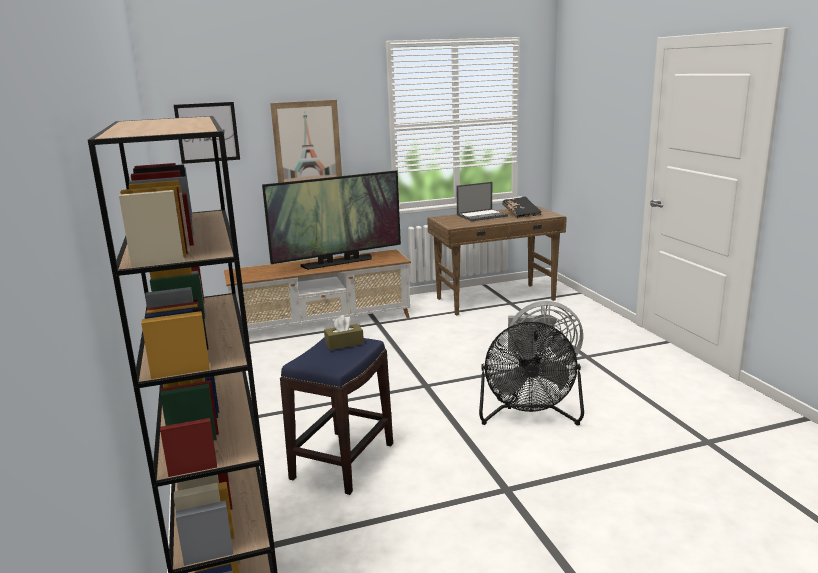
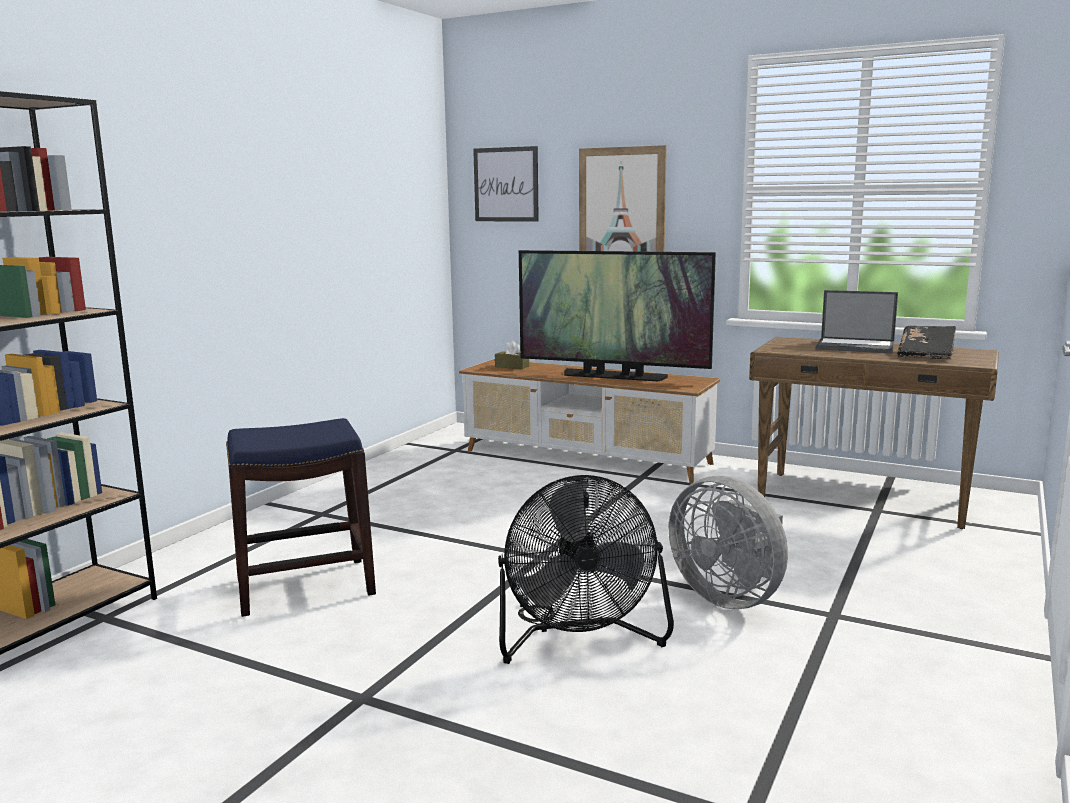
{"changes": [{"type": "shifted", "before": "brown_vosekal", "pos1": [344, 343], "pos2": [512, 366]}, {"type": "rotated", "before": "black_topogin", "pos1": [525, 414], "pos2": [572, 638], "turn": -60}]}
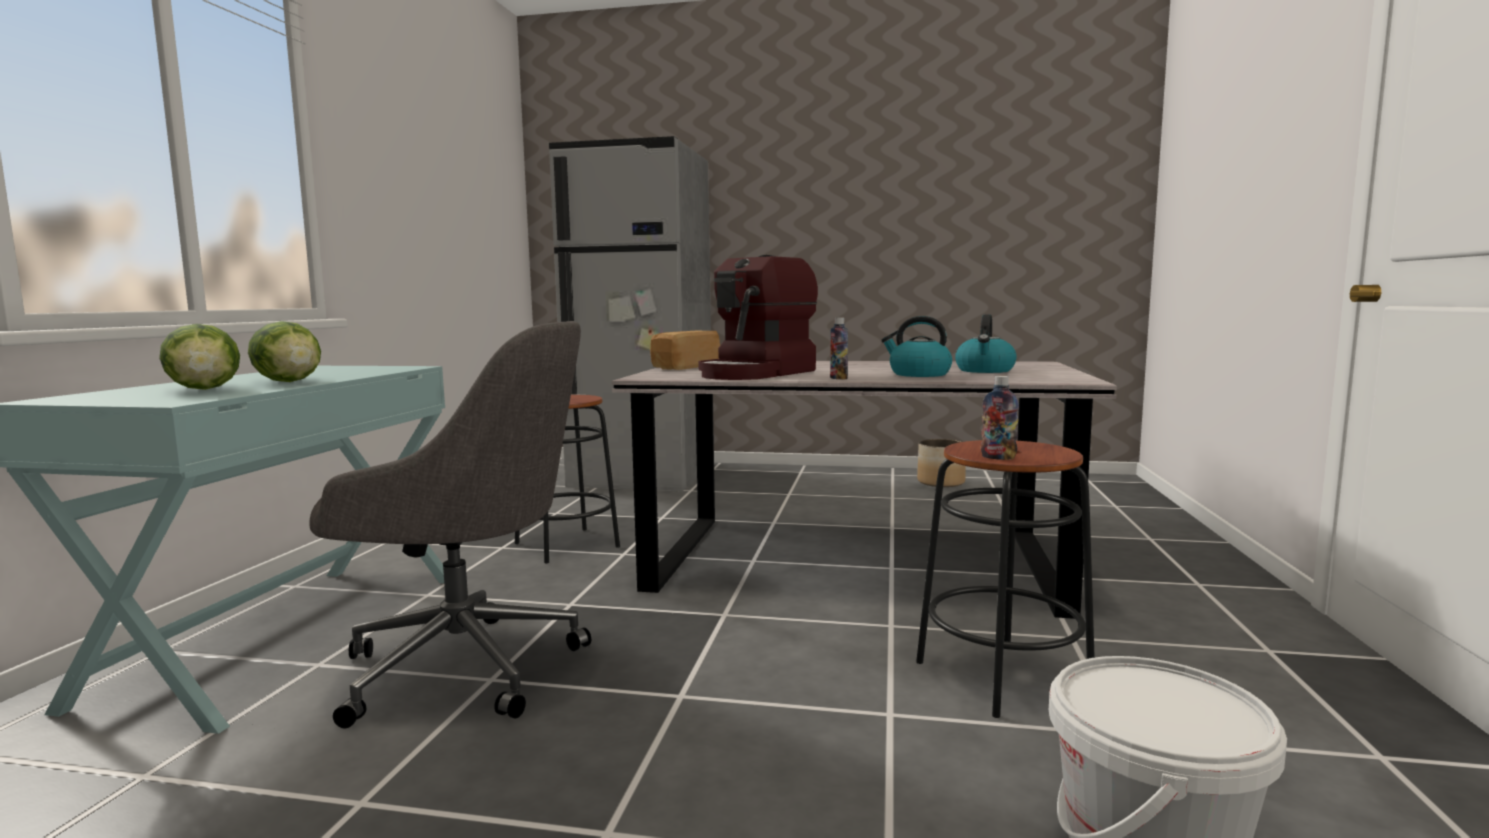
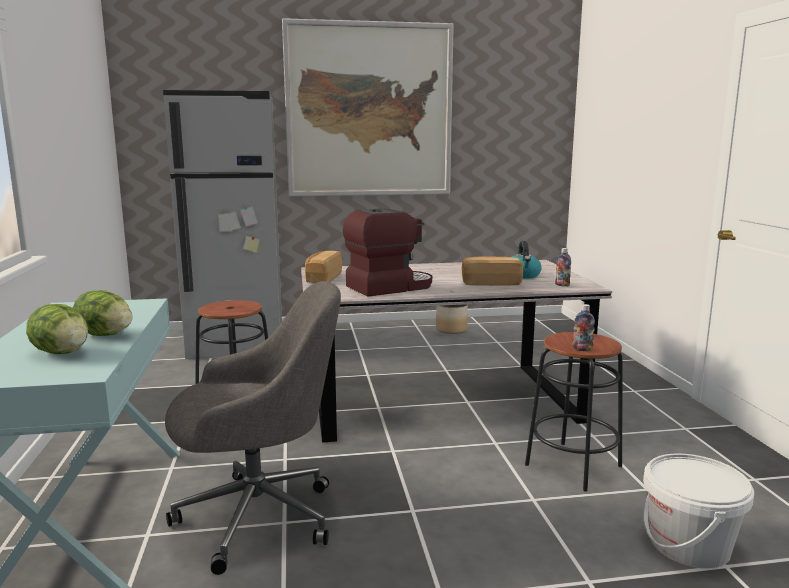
{"changes": [{"type": "rotated", "before": "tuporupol", "pos1": [757, 373], "pos2": [389, 287], "turn": -135}, {"type": "shifted", "before": "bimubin", "pos1": [838, 378], "pos2": [562, 285]}, {"type": "swapped", "before": "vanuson", "after": "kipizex", "pos1": [918, 374], "pos2": [491, 283]}, {"type": "new", "after": "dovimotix", "pos2": [369, 111]}]}
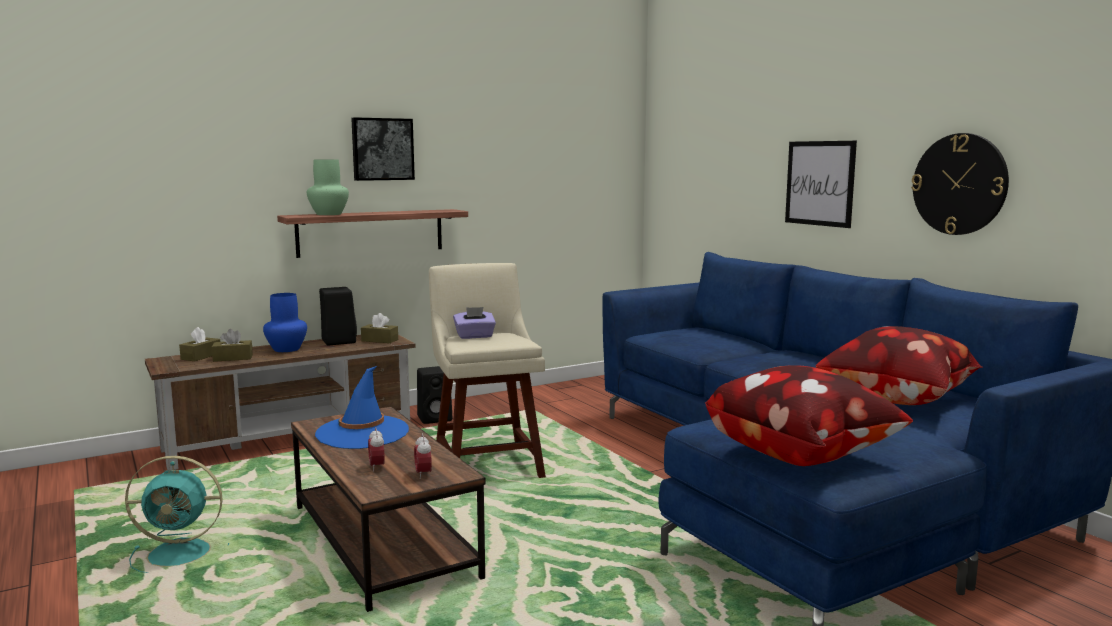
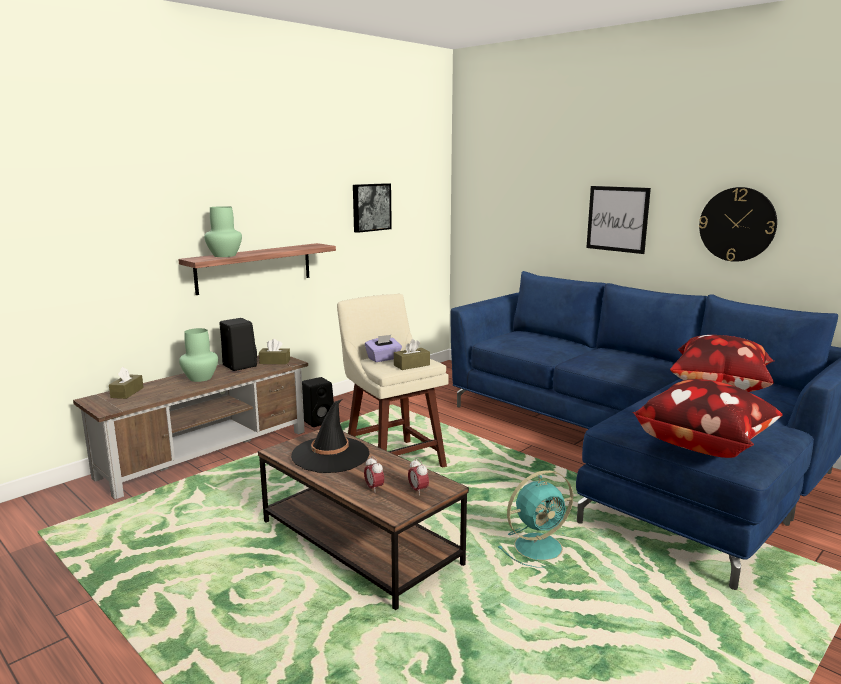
{"changes": [{"type": "shifted", "before": "turquoise_topogin", "pos1": [182, 553], "pos2": [540, 546]}, {"type": "shifted", "before": "brown_vosekal", "pos1": [233, 358], "pos2": [411, 365]}, {"type": "repainted", "before": "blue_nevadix", "after": "green_nevadix", "pos1": [286, 349], "pos2": [200, 378]}, {"type": "repainted", "before": "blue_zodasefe", "after": "black_zodasefe", "pos1": [362, 433], "pos2": [330, 455]}, {"type": "shifted", "before": "dovimotix", "pos1": [382, 149], "pos2": [370, 207]}]}
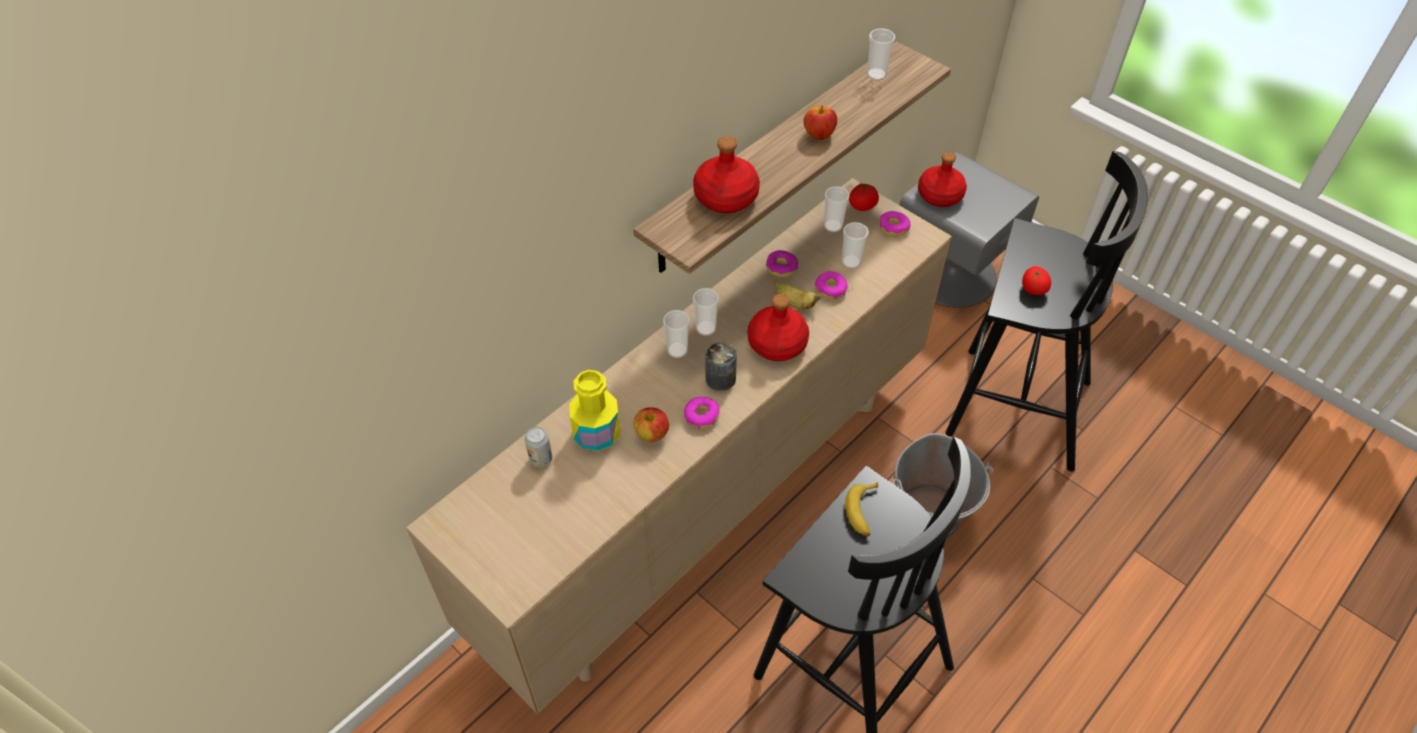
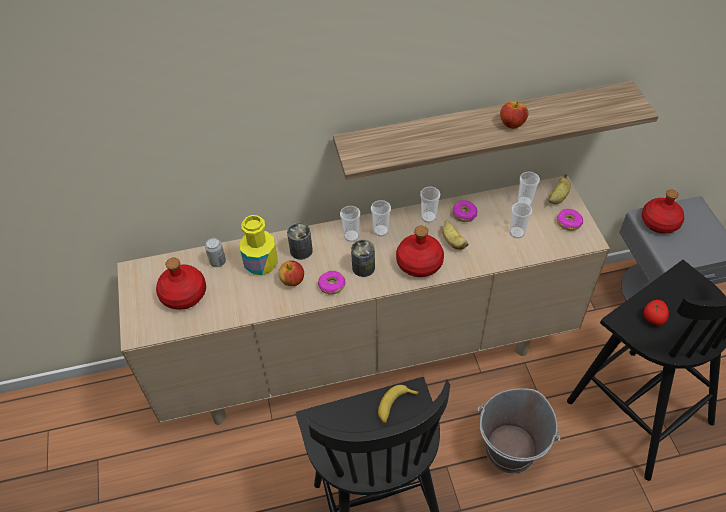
{"changes": [{"type": "shifted", "before": "red_bimubin", "pos1": [726, 197], "pos2": [183, 295]}, {"type": "gone", "before": "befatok", "pos1": [830, 289]}, {"type": "swapped", "before": "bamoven", "after": "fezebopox", "pos1": [862, 206], "pos2": [558, 197]}, {"type": "shifted", "before": "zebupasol", "pos1": [876, 75], "pos2": [428, 217]}, {"type": "new", "after": "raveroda", "pos2": [301, 250]}]}
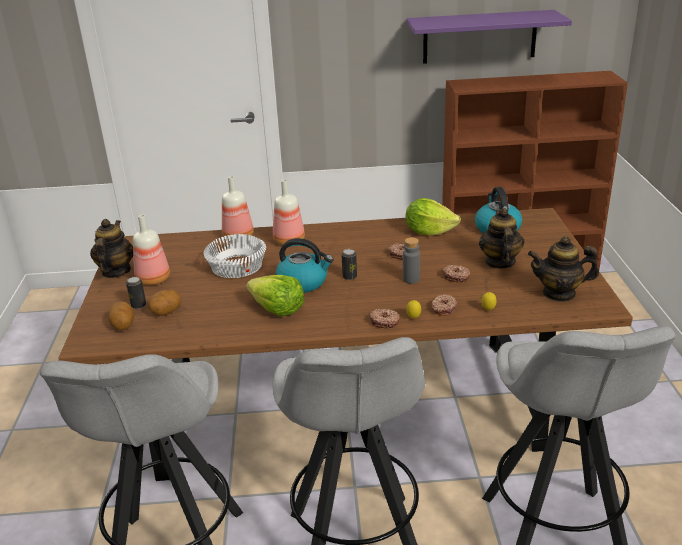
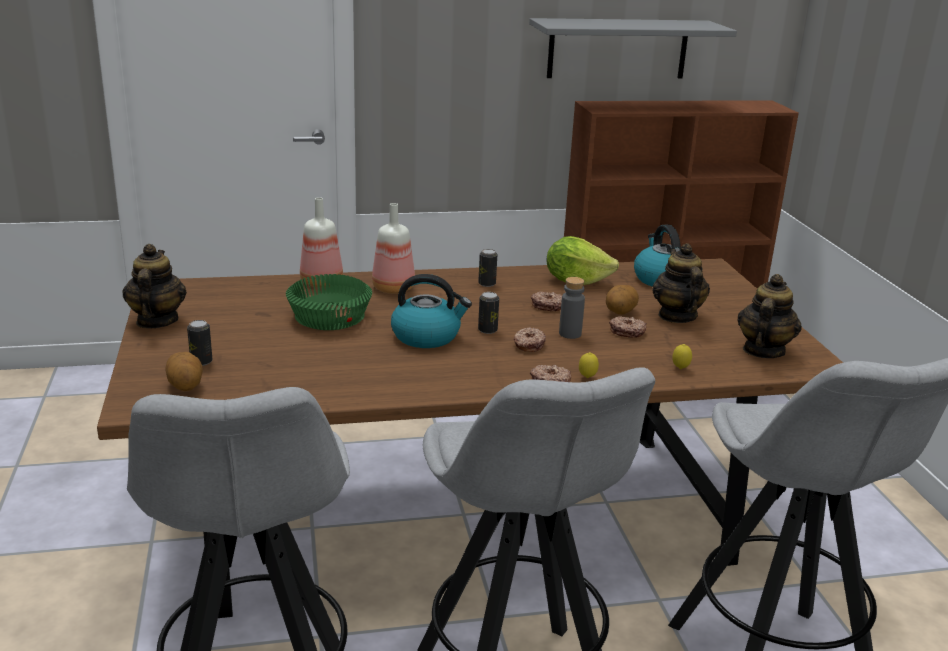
{"changes": [{"type": "gone", "before": "bimubin", "pos1": [154, 280]}, {"type": "shifted", "before": "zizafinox", "pos1": [166, 312], "pos2": [620, 312]}, {"type": "repainted", "before": "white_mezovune", "after": "green_mezovune", "pos1": [237, 267], "pos2": [330, 318]}, {"type": "gone", "before": "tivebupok", "pos1": [277, 309]}, {"type": "repainted", "before": "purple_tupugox", "after": "grey_tupugox", "pos1": [479, 37], "pos2": [618, 49]}, {"type": "shifted", "before": "befatok", "pos1": [443, 309], "pos2": [528, 345]}, {"type": "rotated", "before": "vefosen", "pos1": [559, 293], "pos2": [763, 351], "turn": 120}, {"type": "new", "after": "raveroda", "pos2": [487, 284]}]}
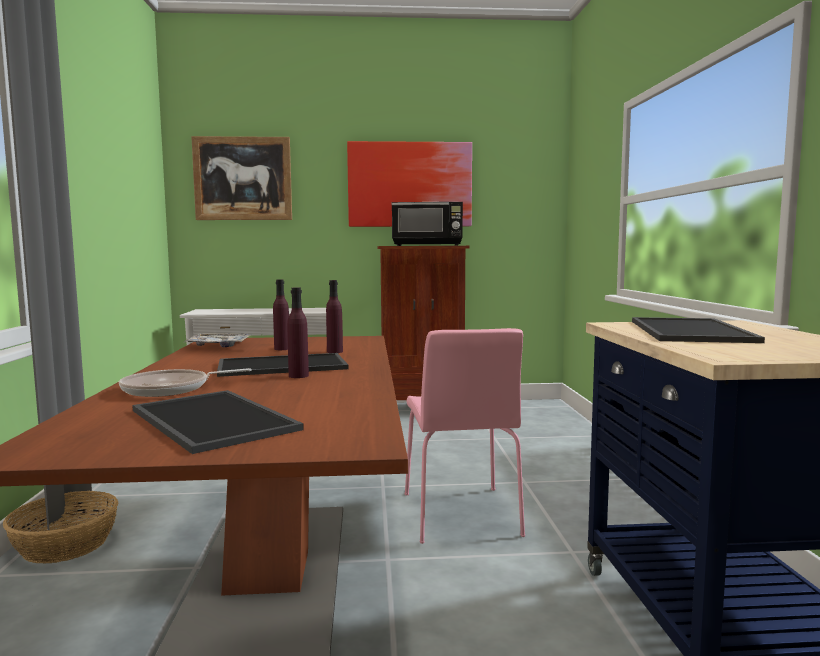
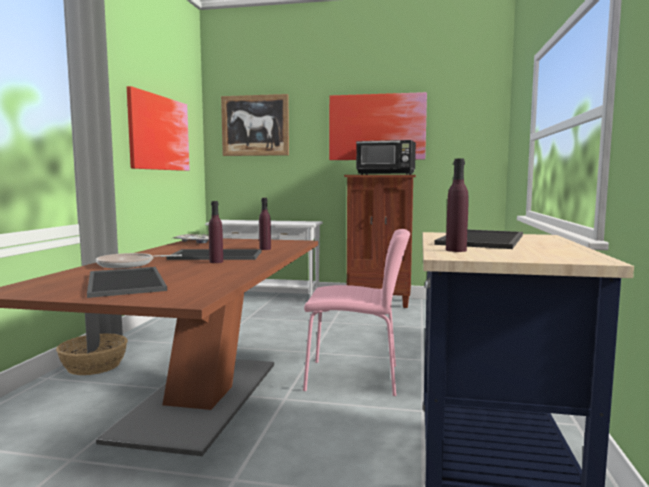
{"changes": [{"type": "shifted", "before": "purple_bimubin", "pos1": [282, 349], "pos2": [456, 250]}, {"type": "rotated", "before": "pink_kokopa", "pos1": [462, 516], "pos2": [356, 378], "turn": -90}, {"type": "new", "after": "dovimotix", "pos2": [159, 133]}]}
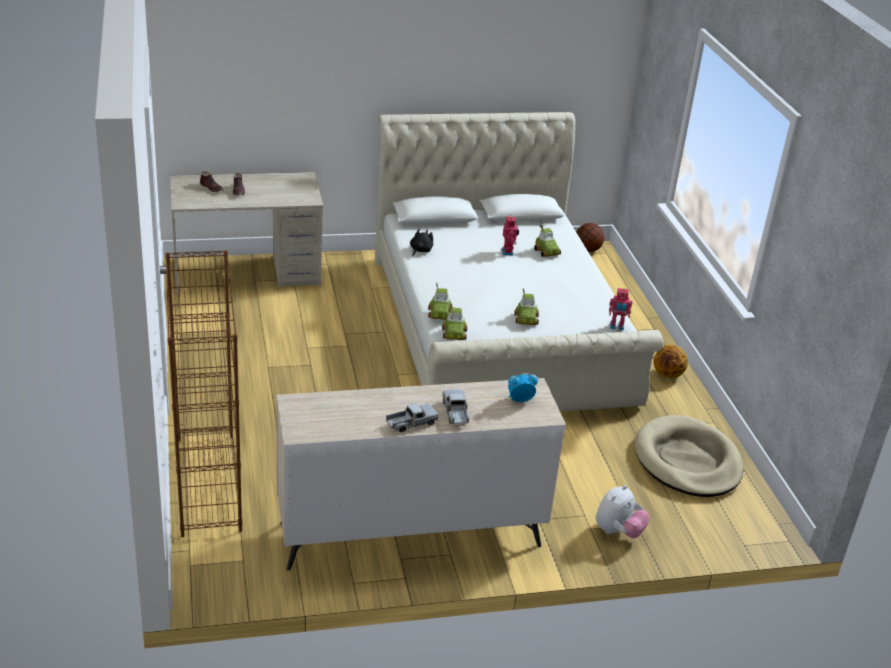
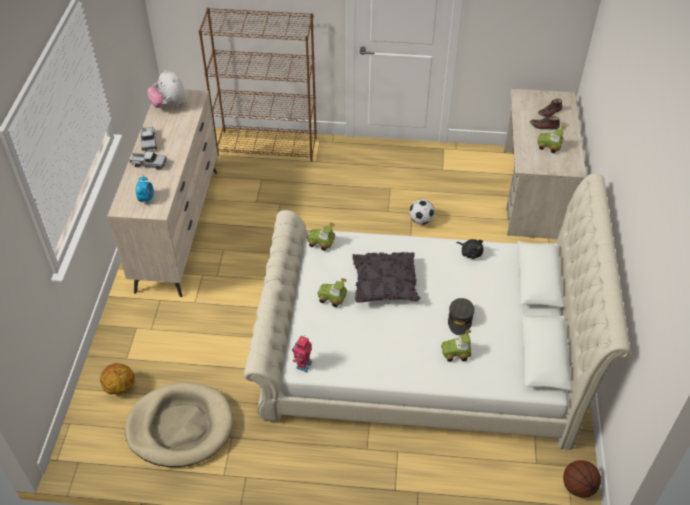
{"changes": [{"type": "shifted", "before": "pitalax", "pos1": [440, 314], "pos2": [549, 146]}, {"type": "swapped", "before": "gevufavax", "after": "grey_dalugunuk", "pos1": [508, 252], "pos2": [460, 320]}, {"type": "shifted", "before": "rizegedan", "pos1": [618, 532], "pos2": [169, 105]}, {"type": "shifted", "before": "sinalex", "pos1": [667, 375], "pos2": [120, 388]}, {"type": "new", "after": "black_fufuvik", "pos2": [385, 283]}, {"type": "new", "after": "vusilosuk", "pos2": [421, 220]}]}
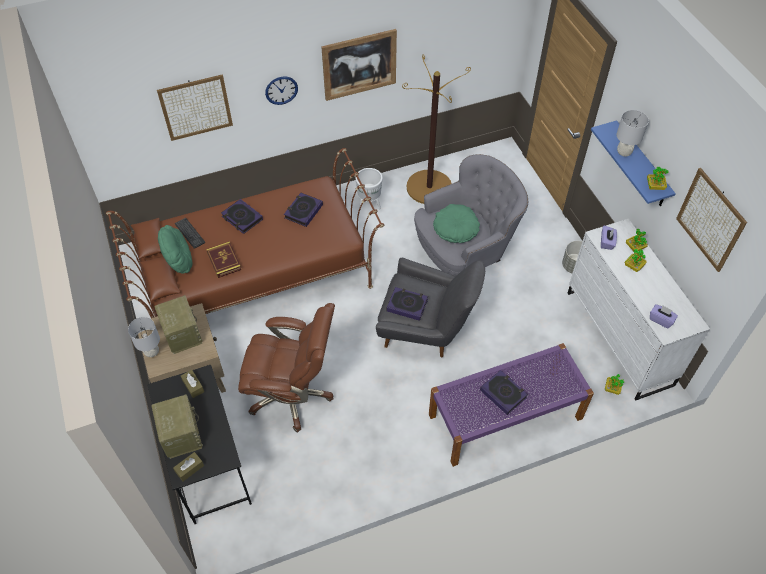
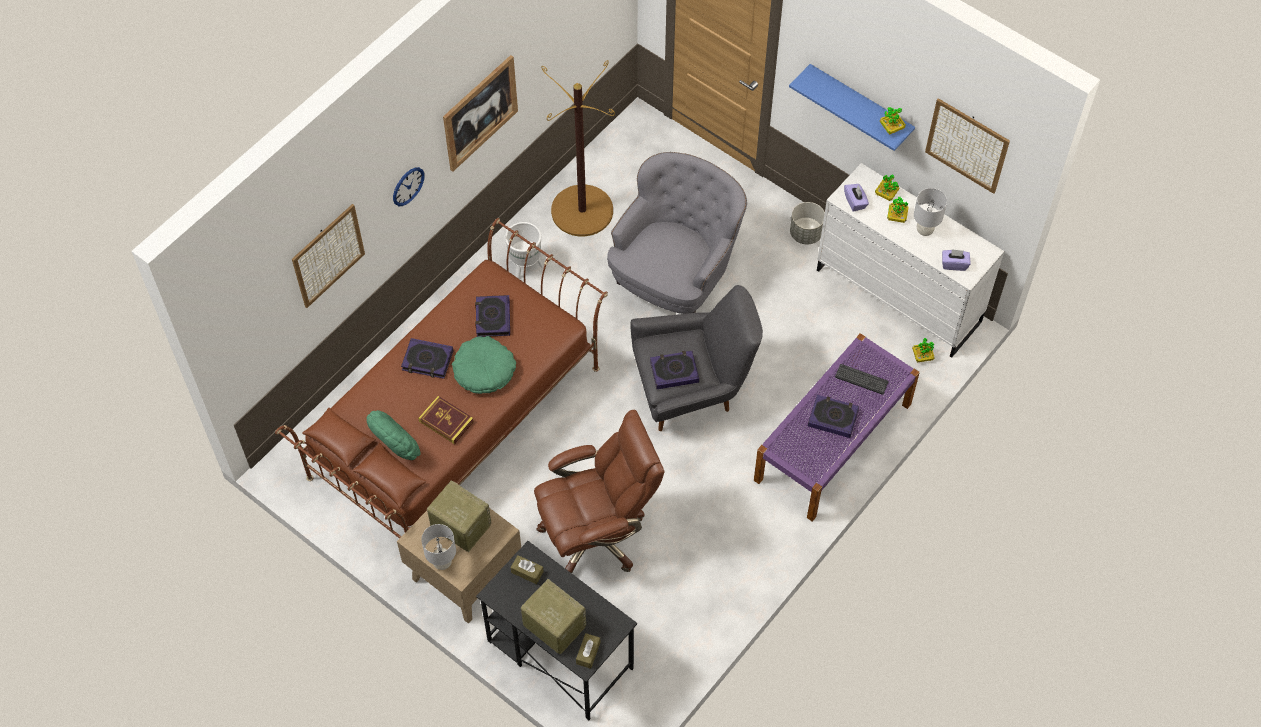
{"changes": [{"type": "shifted", "before": "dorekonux", "pos1": [190, 233], "pos2": [861, 379]}, {"type": "shifted", "before": "green_fufuvik", "pos1": [455, 229], "pos2": [483, 371]}, {"type": "shifted", "before": "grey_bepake", "pos1": [623, 153], "pos2": [925, 231]}]}
